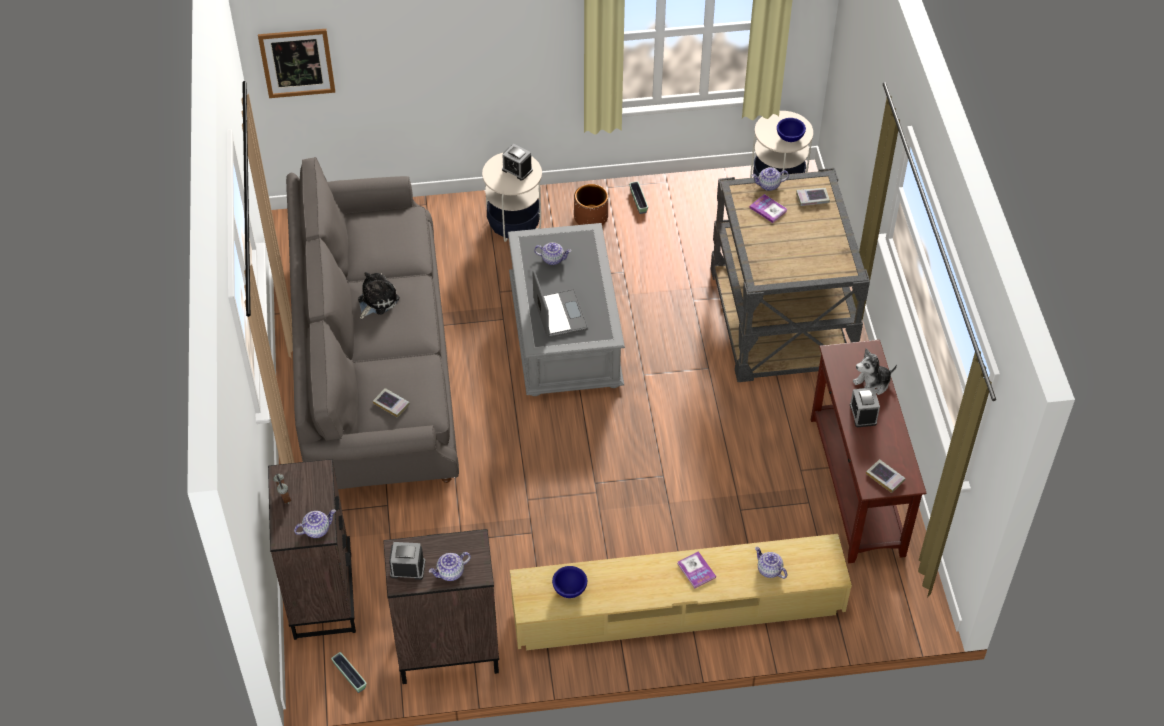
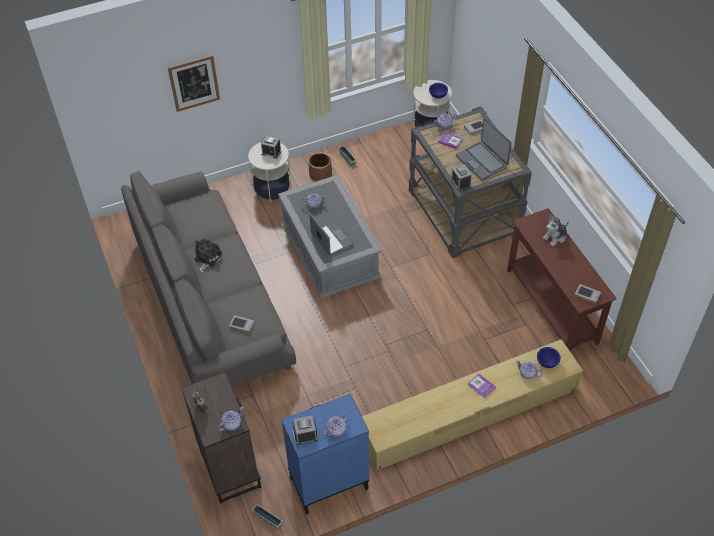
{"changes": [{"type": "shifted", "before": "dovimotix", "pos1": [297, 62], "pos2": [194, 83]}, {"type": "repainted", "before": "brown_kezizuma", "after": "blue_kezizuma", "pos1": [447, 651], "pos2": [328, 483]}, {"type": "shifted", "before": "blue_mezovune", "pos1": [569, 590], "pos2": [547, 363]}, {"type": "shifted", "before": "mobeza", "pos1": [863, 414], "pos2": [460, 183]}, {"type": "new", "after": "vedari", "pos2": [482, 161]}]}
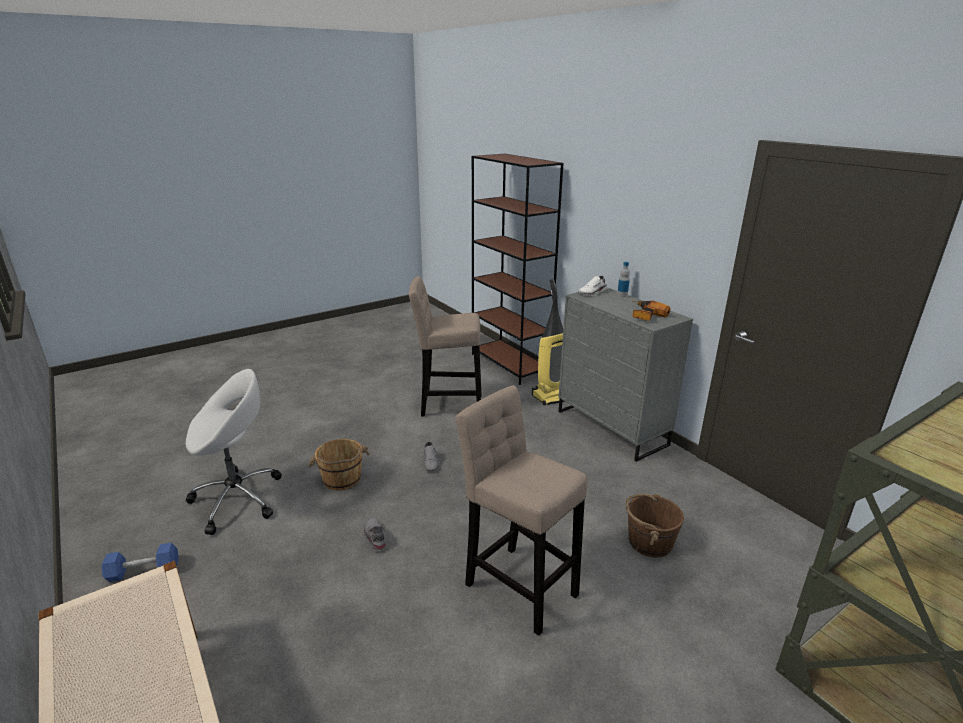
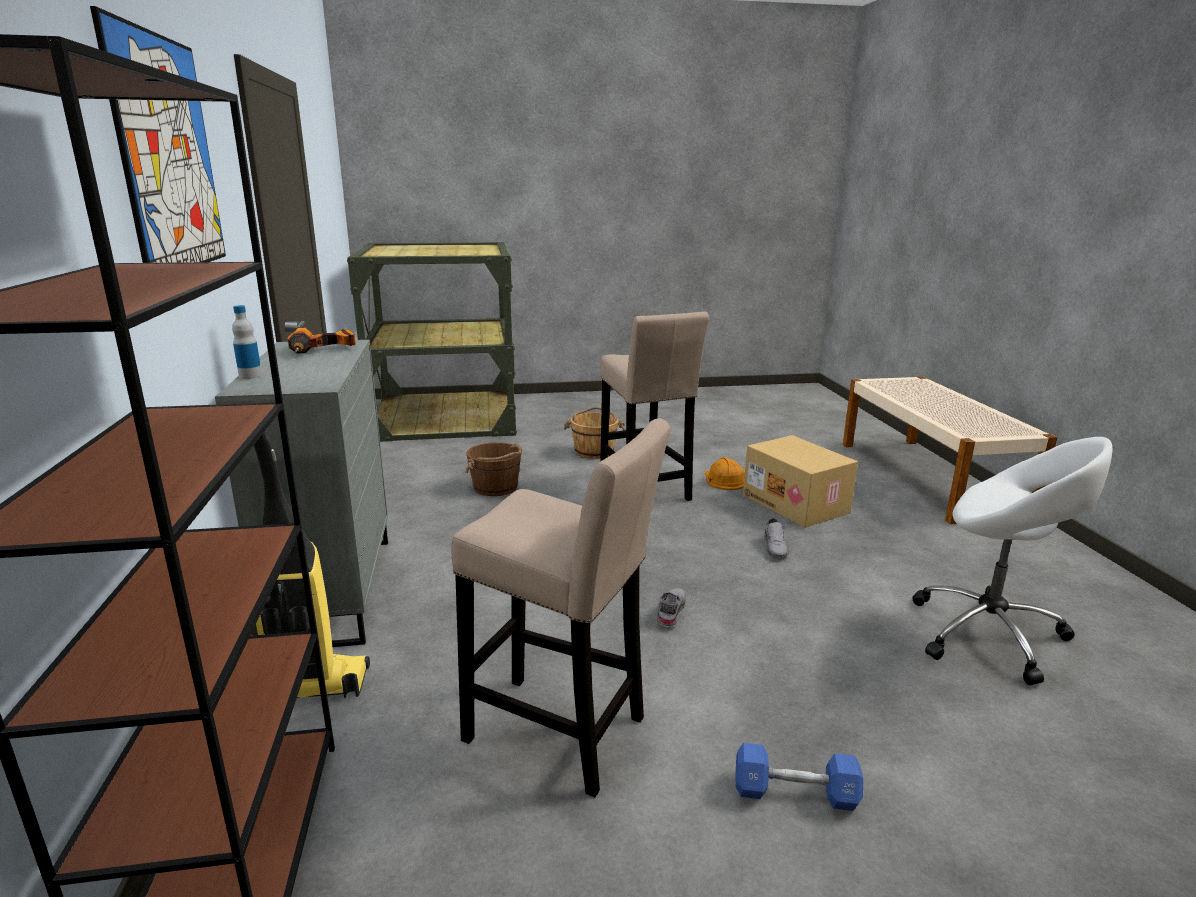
{"changes": [{"type": "shifted", "before": "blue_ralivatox", "pos1": [144, 571], "pos2": [795, 793]}, {"type": "rotated", "before": "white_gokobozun", "pos1": [239, 498], "pos2": [991, 634], "turn": -150}, {"type": "shifted", "before": "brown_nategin", "pos1": [342, 479], "pos2": [594, 451]}, {"type": "gone", "before": "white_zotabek", "pos1": [593, 293]}, {"type": "new", "after": "dovimotix", "pos2": [168, 155]}, {"type": "new", "after": "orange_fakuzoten", "pos2": [724, 480]}, {"type": "new", "after": "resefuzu", "pos2": [797, 504]}]}
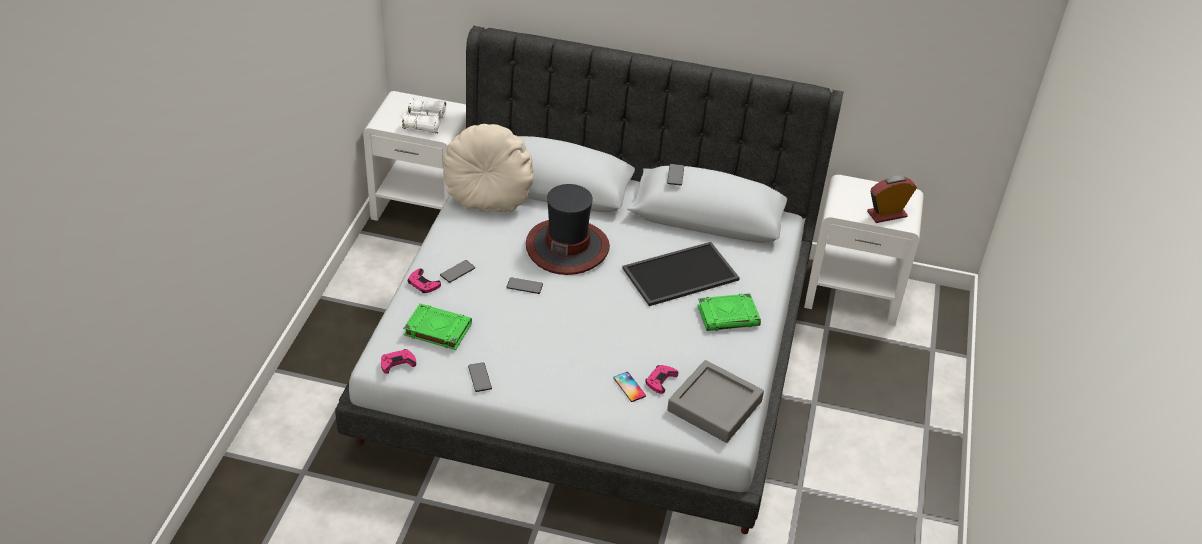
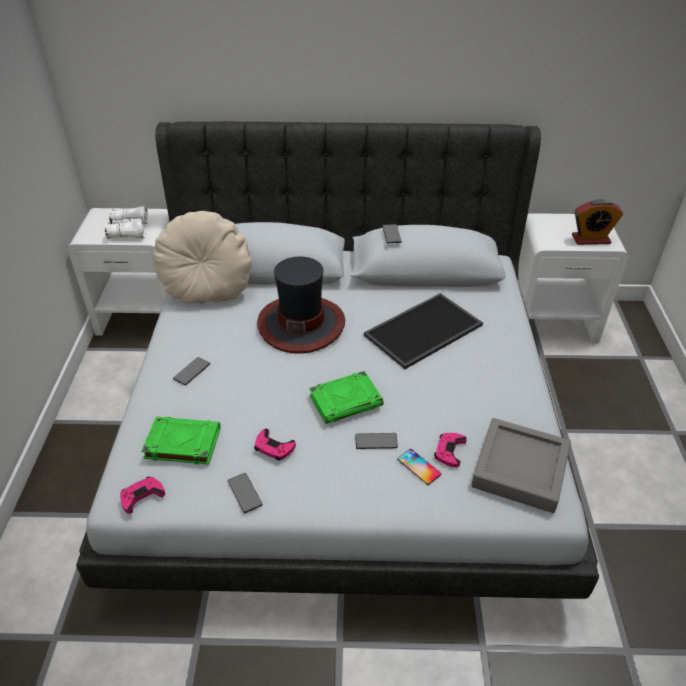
{"changes": [{"type": "shifted", "before": "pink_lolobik", "pos1": [423, 284], "pos2": [273, 447]}, {"type": "shifted", "before": "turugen", "pos1": [524, 286], "pos2": [376, 441]}, {"type": "shifted", "before": "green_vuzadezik", "pos1": [728, 316], "pos2": [346, 401]}, {"type": "rotated", "before": "mobeza", "pos1": [887, 214], "pos2": [591, 239], "turn": -150}]}
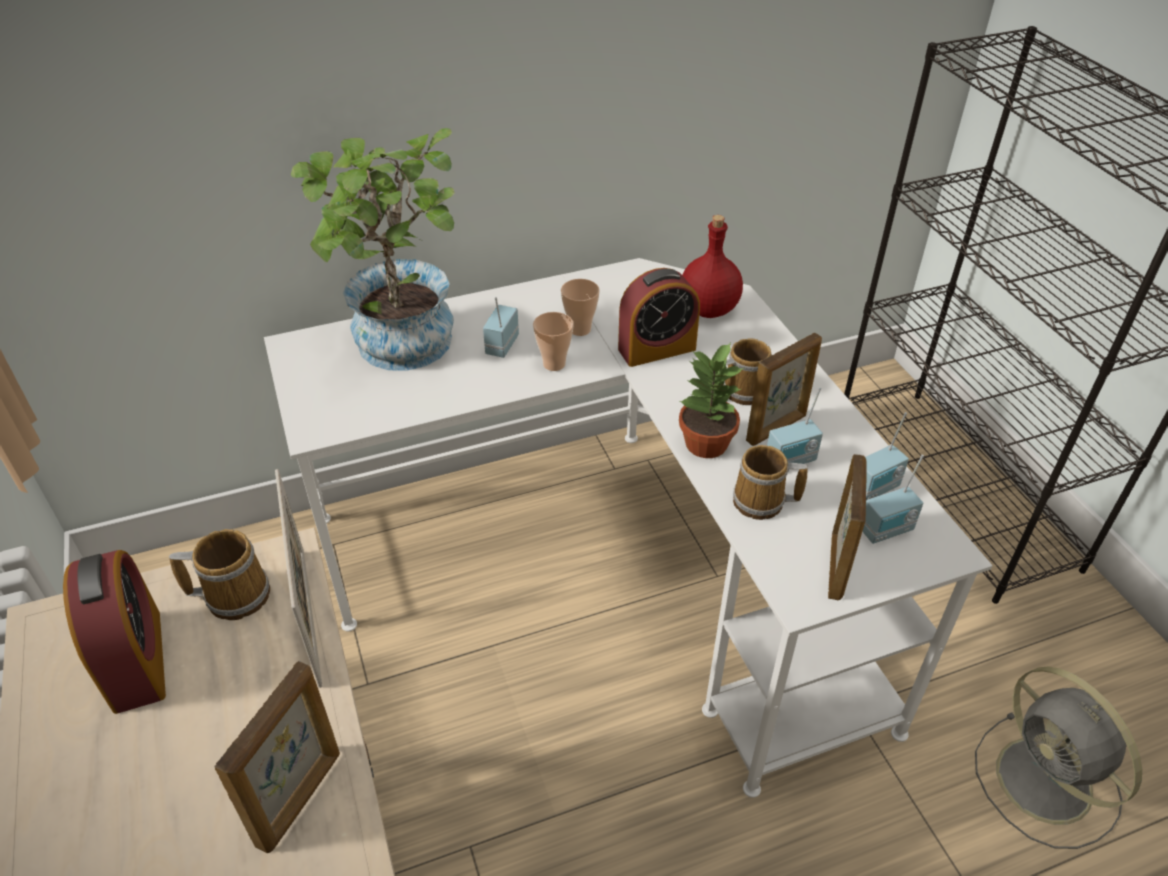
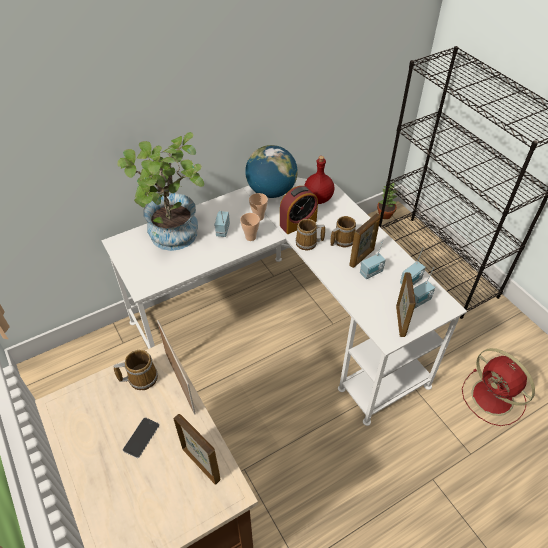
{"changes": [{"type": "gone", "before": "mobeza", "pos1": [137, 660]}, {"type": "rotated", "before": "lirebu", "pos1": [301, 798], "pos2": [201, 464], "turn": -60}, {"type": "shifted", "before": "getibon", "pos1": [705, 444], "pos2": [384, 214]}, {"type": "shifted", "before": "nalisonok", "pos1": [762, 502], "pos2": [308, 243]}, {"type": "repainted", "before": "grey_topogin", "after": "red_topogin", "pos1": [1047, 784], "pos2": [494, 398]}, {"type": "new", "after": "turugen", "pos2": [141, 437]}, {"type": "new", "after": "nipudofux", "pos2": [271, 192]}]}
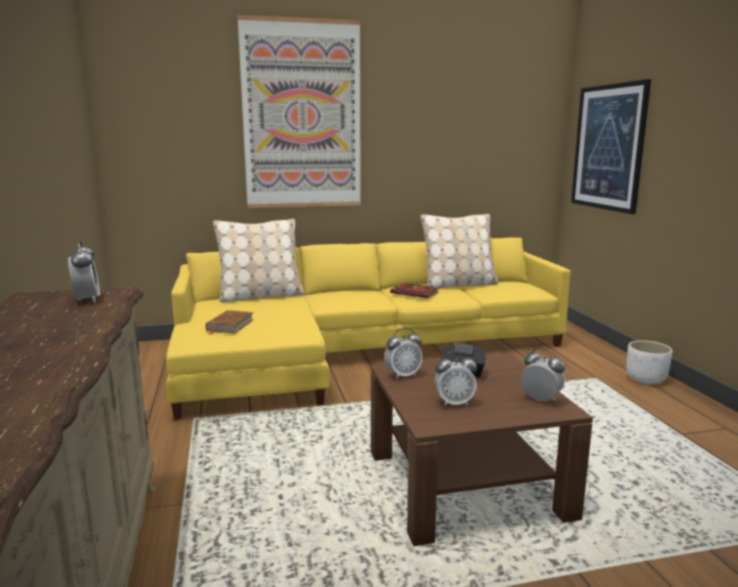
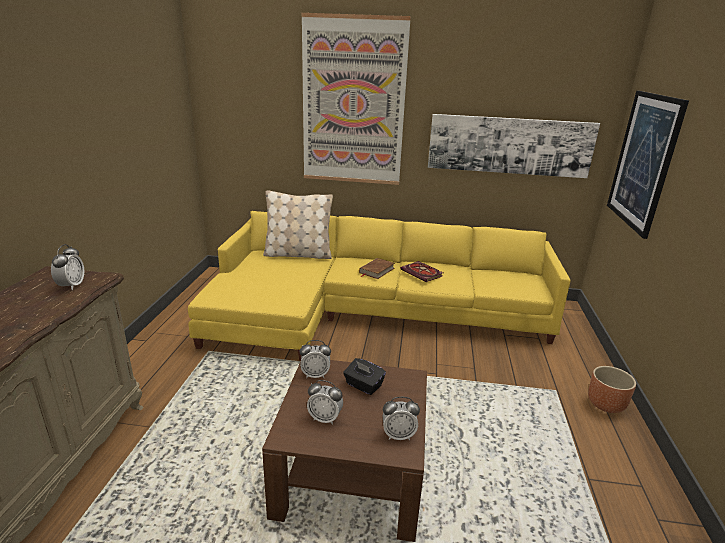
{"changes": [{"type": "shifted", "before": "brown_vuzadezik", "pos1": [230, 325], "pos2": [376, 270]}, {"type": "gone", "before": "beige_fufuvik", "pos1": [458, 285]}, {"type": "rotated", "before": "mobeza", "pos1": [541, 399], "pos2": [398, 435], "turn": 120}, {"type": "repainted", "before": "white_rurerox", "after": "brown_rurerox", "pos1": [646, 379], "pos2": [606, 404]}, {"type": "new", "after": "dovimotix", "pos2": [509, 145]}]}
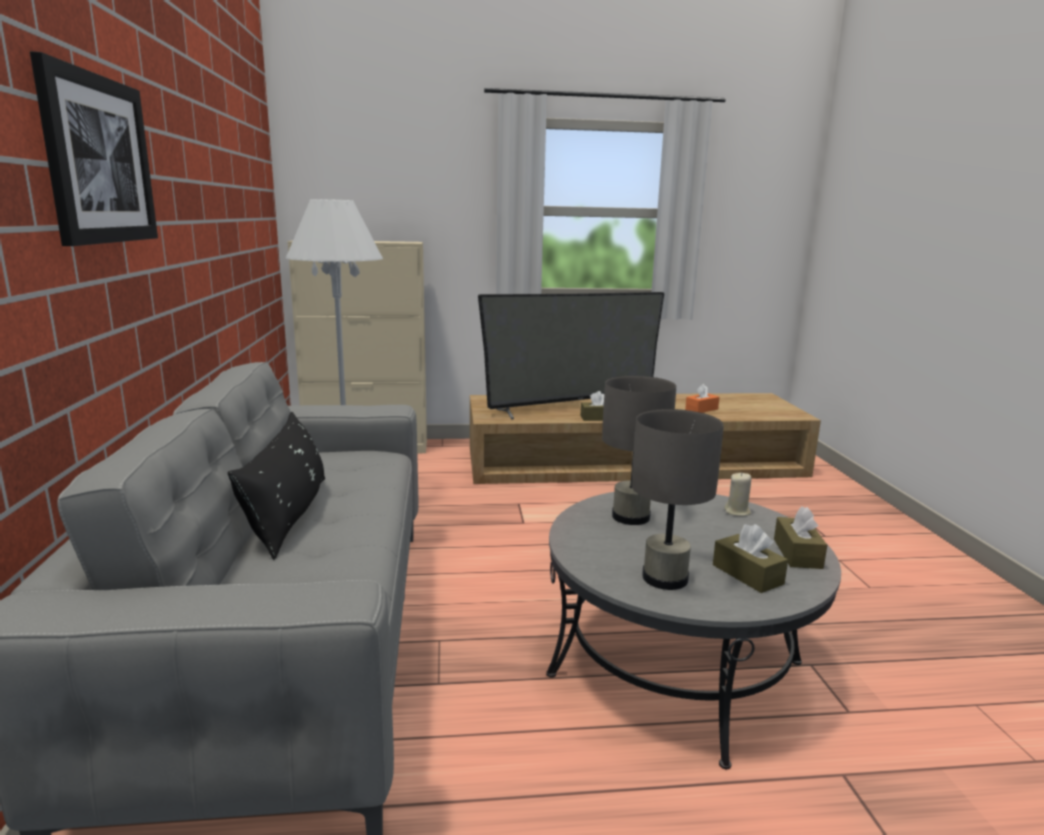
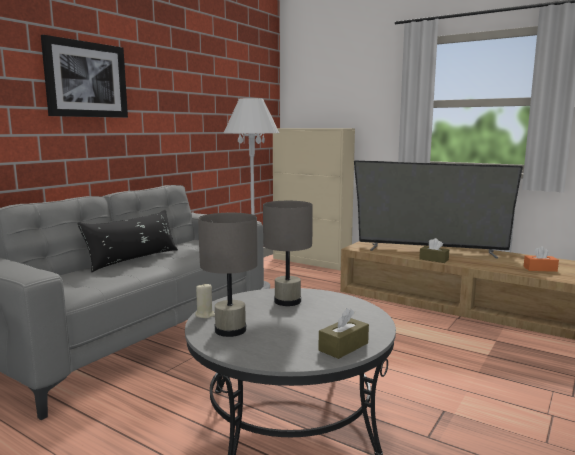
{"changes": [{"type": "gone", "before": "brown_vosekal", "pos1": [747, 574]}, {"type": "shifted", "before": "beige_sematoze", "pos1": [737, 512], "pos2": [205, 315]}]}
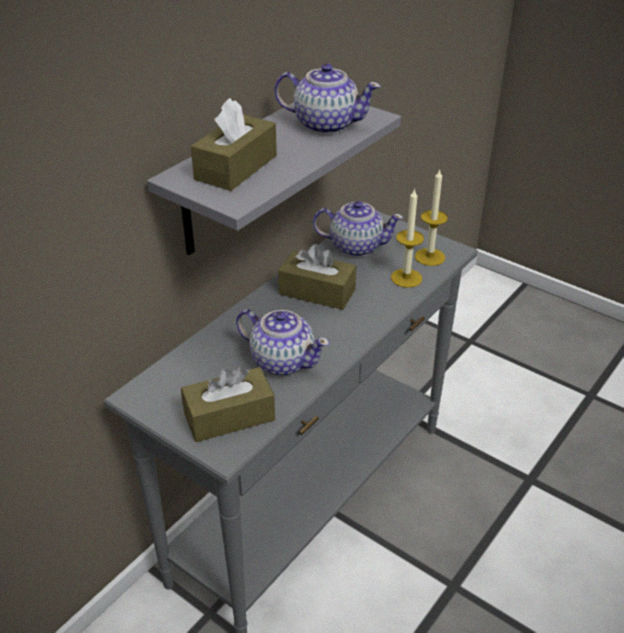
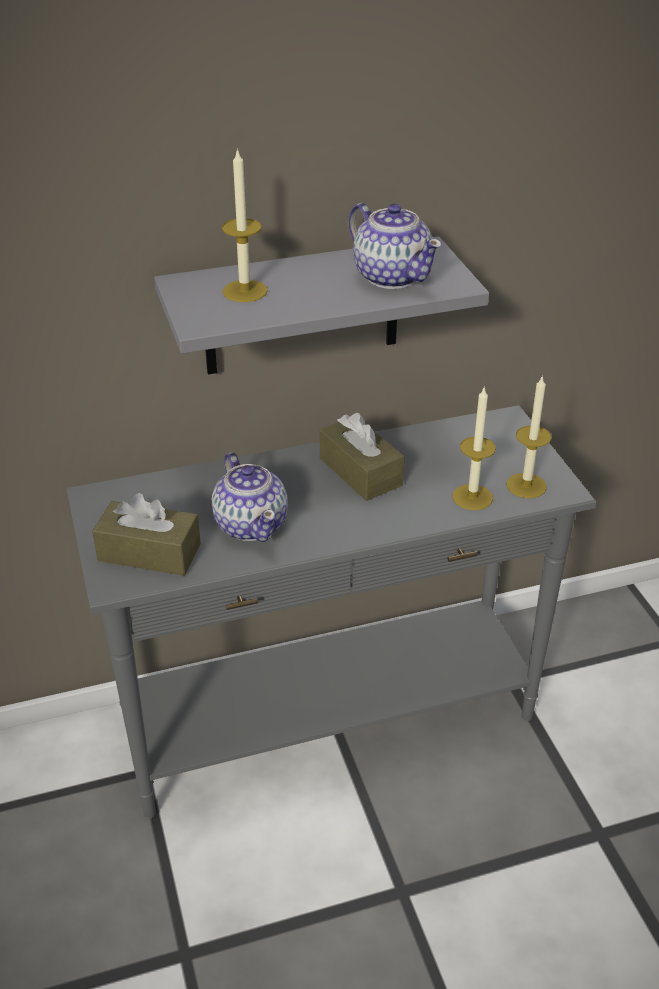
{"changes": [{"type": "swapped", "before": "brown_vosekal", "after": "sematoze", "pos1": [236, 167], "pos2": [245, 291]}, {"type": "gone", "before": "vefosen", "pos1": [355, 246]}]}
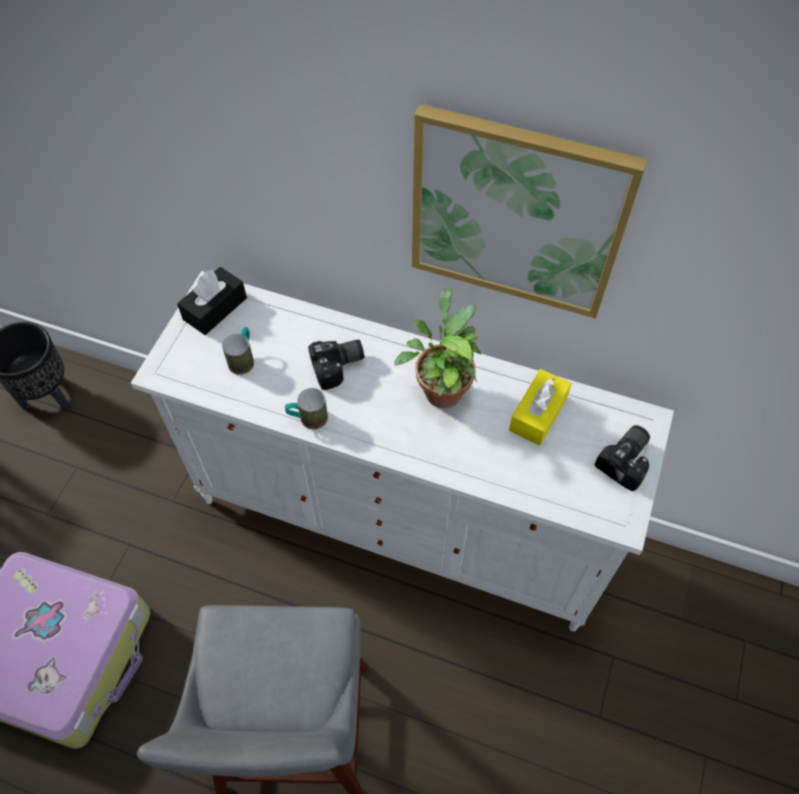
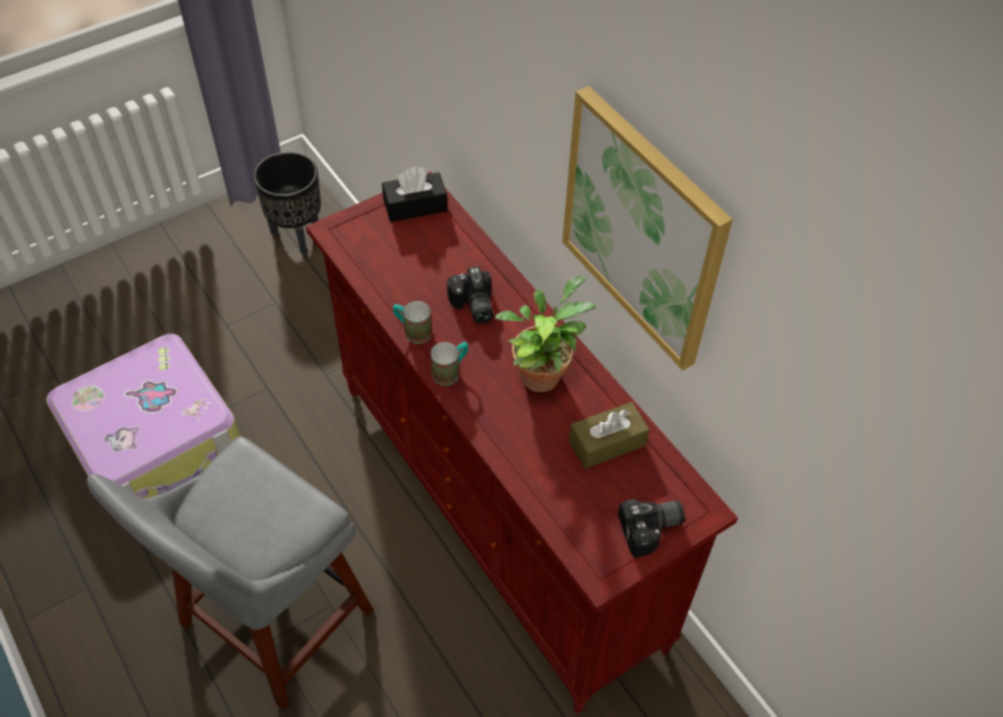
{"changes": [{"type": "repainted", "before": "white_kezizuma", "after": "red_kezizuma", "pos1": [400, 520], "pos2": [498, 512]}, {"type": "shifted", "before": "nalisonok", "pos1": [243, 359], "pos2": [451, 371]}, {"type": "rotated", "before": "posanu", "pos1": [339, 367], "pos2": [472, 306], "turn": 60}, {"type": "repainted", "before": "yellow_vosekal", "after": "brown_vosekal", "pos1": [538, 414], "pos2": [607, 443]}]}
